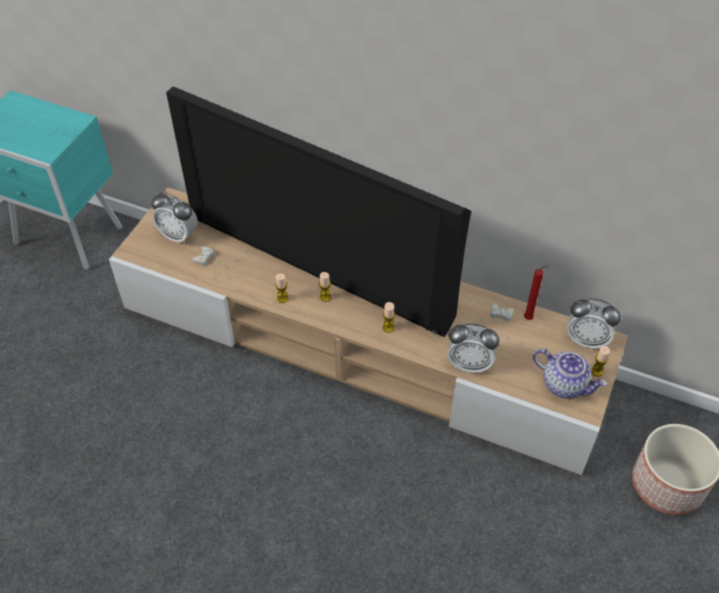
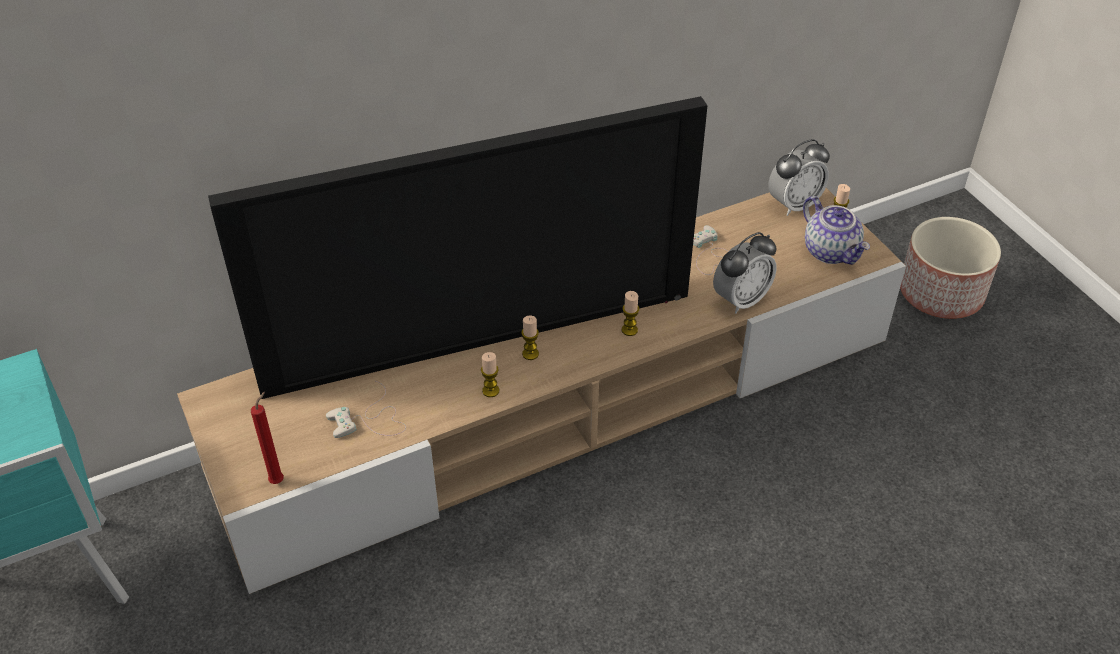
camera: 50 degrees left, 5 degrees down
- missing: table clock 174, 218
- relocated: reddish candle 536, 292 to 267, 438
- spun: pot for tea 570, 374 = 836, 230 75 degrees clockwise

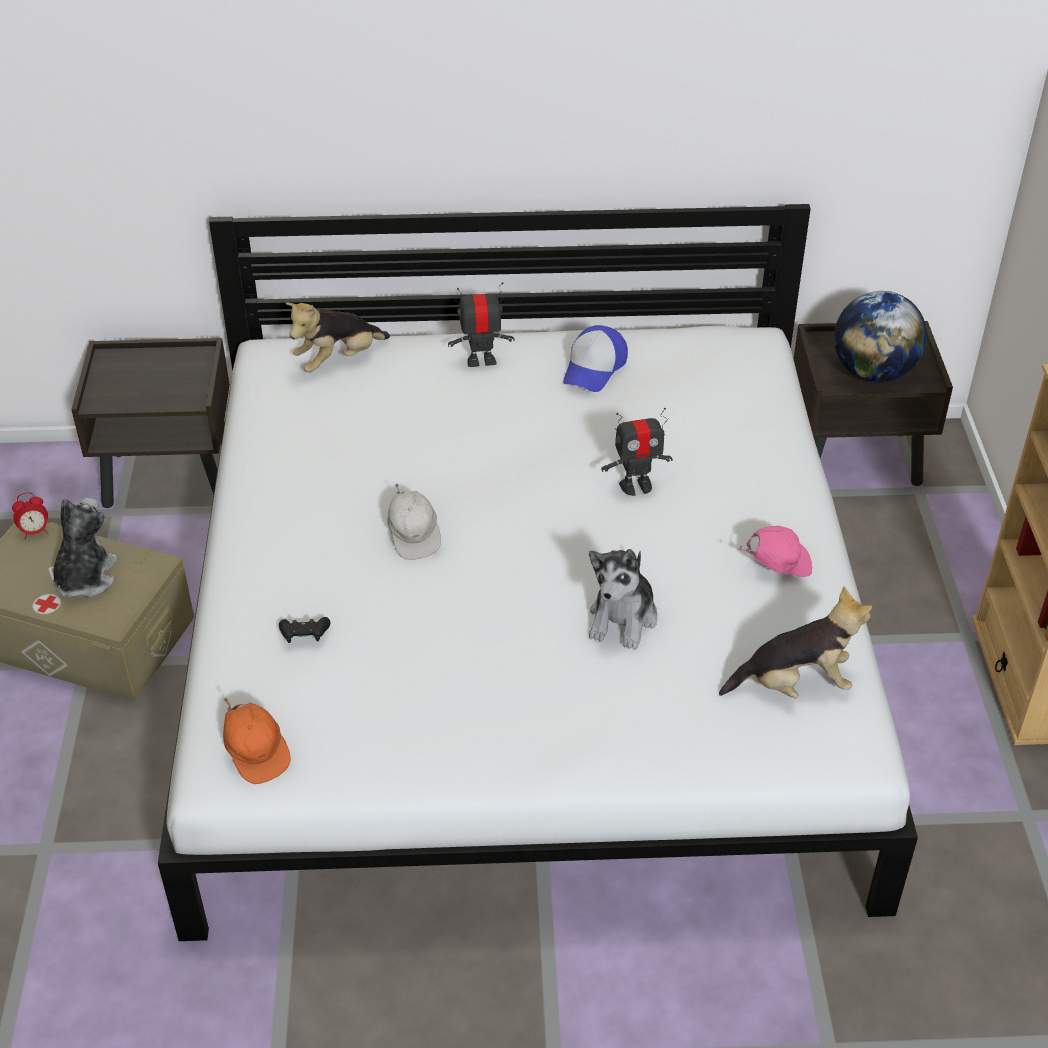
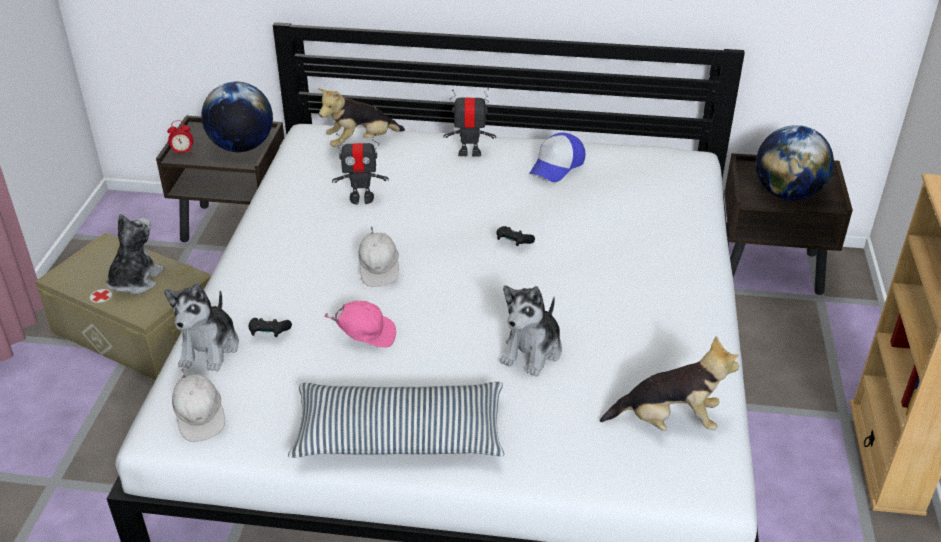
camera: 10 degrees right, 5 degrees down
- relocated: toy robot 637, 452 to 360, 169
- relocated: table clock 30, 515 to 180, 138
- relocated: pinkish cap 775, 551 to 360, 324
- colour: orange-coloured cap 257, 740 to white-coloured cap 198, 405
- appeared: globe 237, 117
- appeared: black-coloured game controller 515, 236
- appeared: cuddly toy 201, 327
- appeared: cushion 396, 420

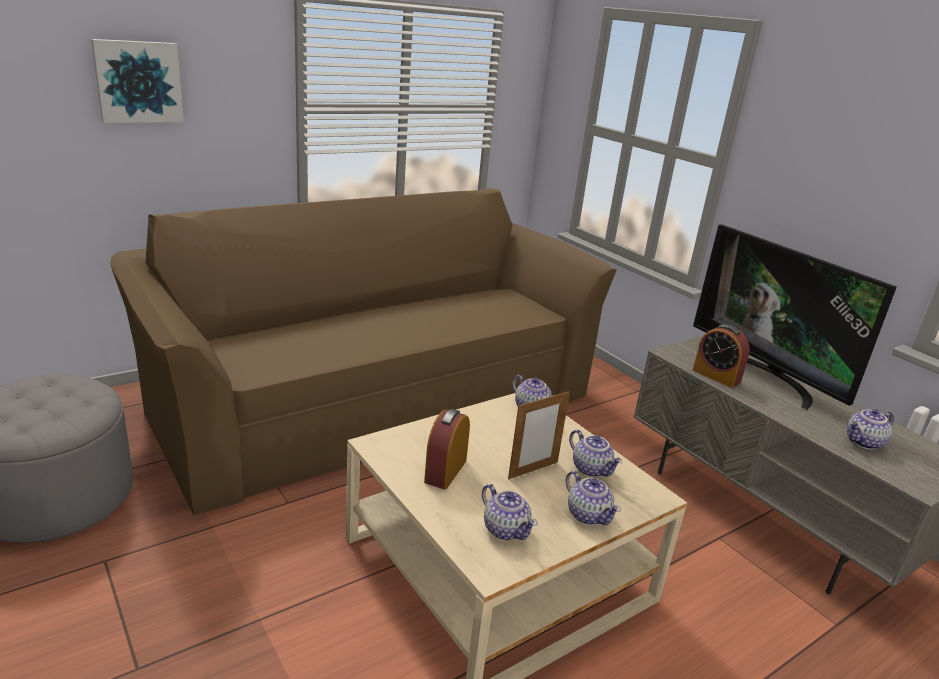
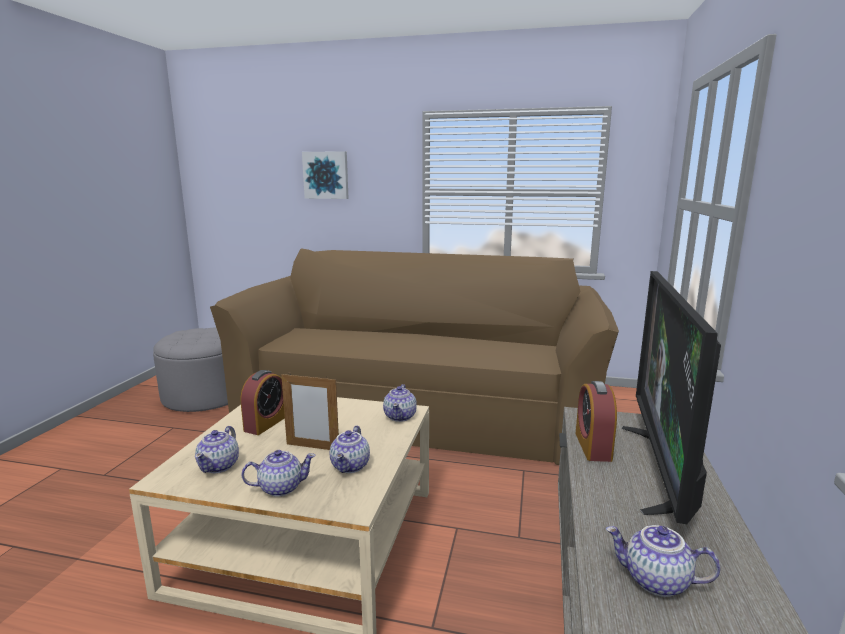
camera: 50 degrees right, 10 degrees down
- spun: table clock 447, 449 = 263, 402 135 degrees clockwise
- spun: pot for tea 593, 498 = 278, 473 120 degrees counterclockwise

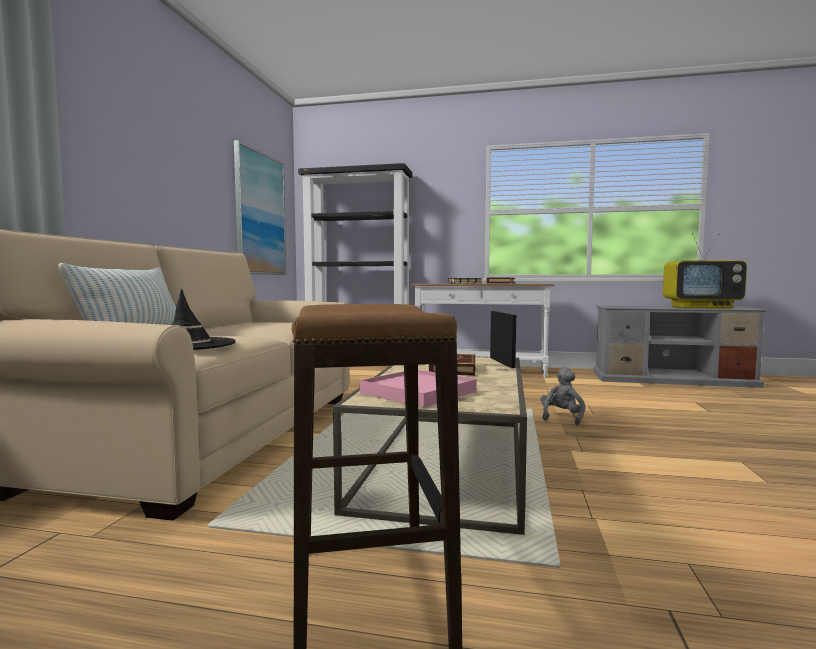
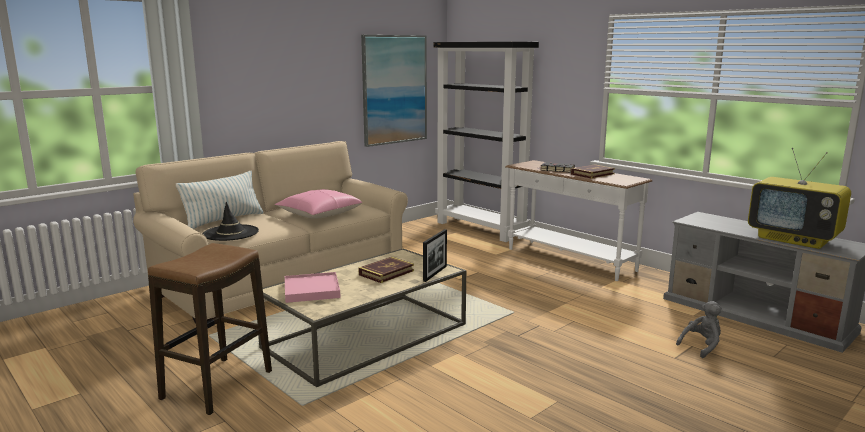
camera: 35 degrees right, 10 degrees up
- relocated: grey cuddly toy 563, 397 to 699, 329
- appeared: pinkish cushion 318, 204

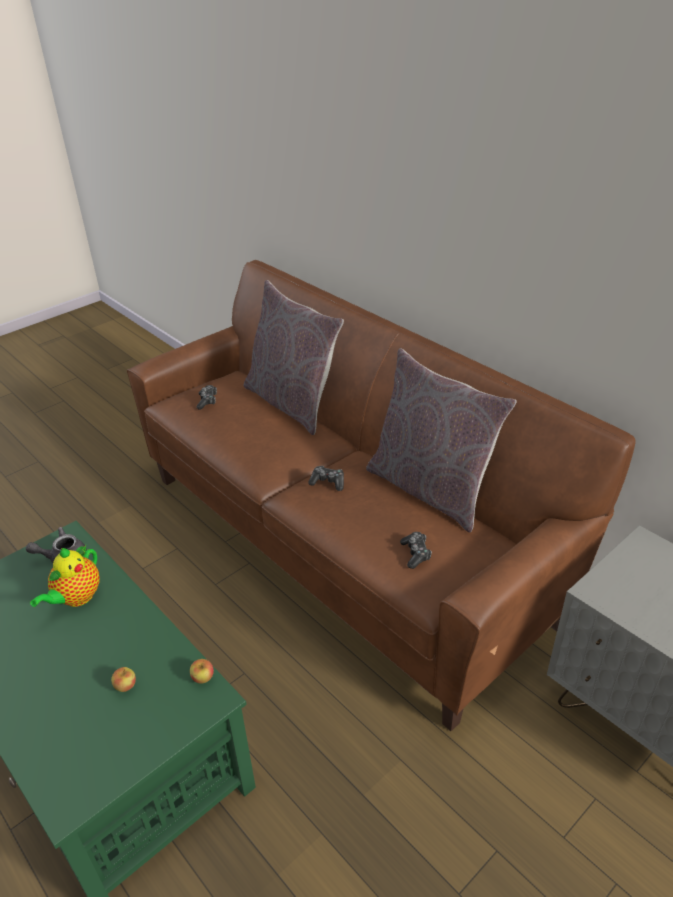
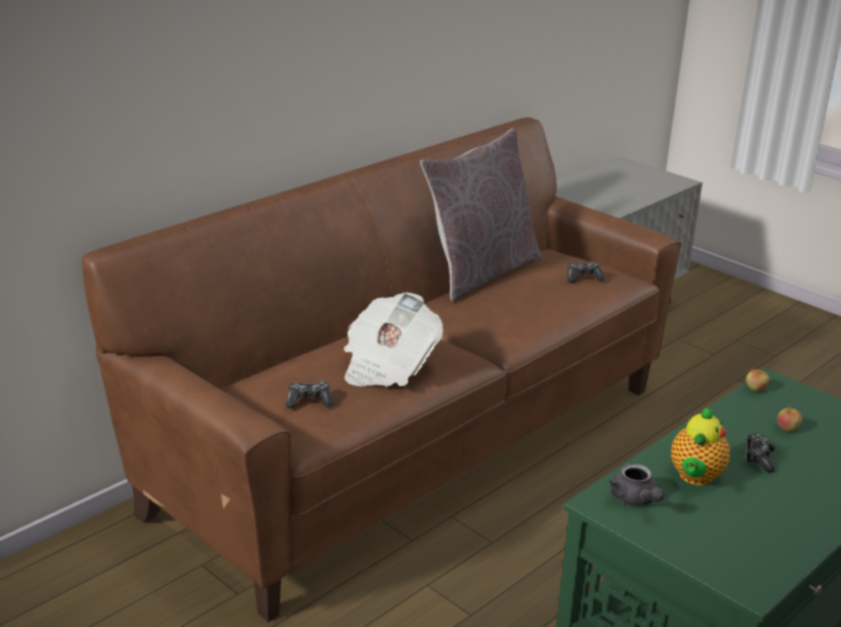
camera: 95 degrees left, 10 degrees down
- missing: grey cushion 294, 357
- relocated: game controller 326, 478 to 760, 453
- spun: pot for tea 65, 576 = 700, 446 90 degrees clockwise
- appeared: newspaper 393, 339

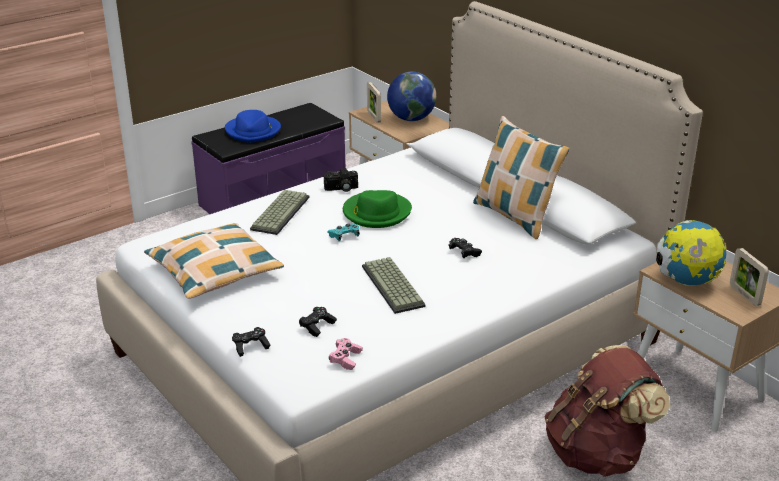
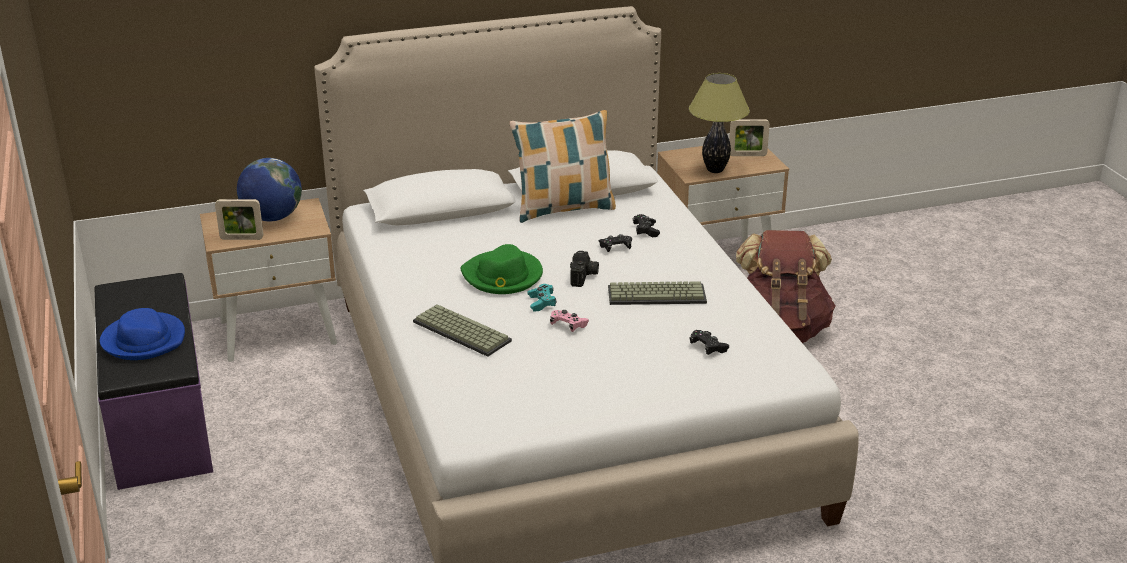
camera: 70 degrees left, 0 degrees up
- relocated: photo camera 341, 180 to 584, 269
- exchanged: globe 691, 253 to table lamp 719, 123
- missing: cushion 214, 261
- relocated: black-coloured game controller 251, 342 to 646, 225
- relocated: pinkish game controller 346, 354 to 569, 321

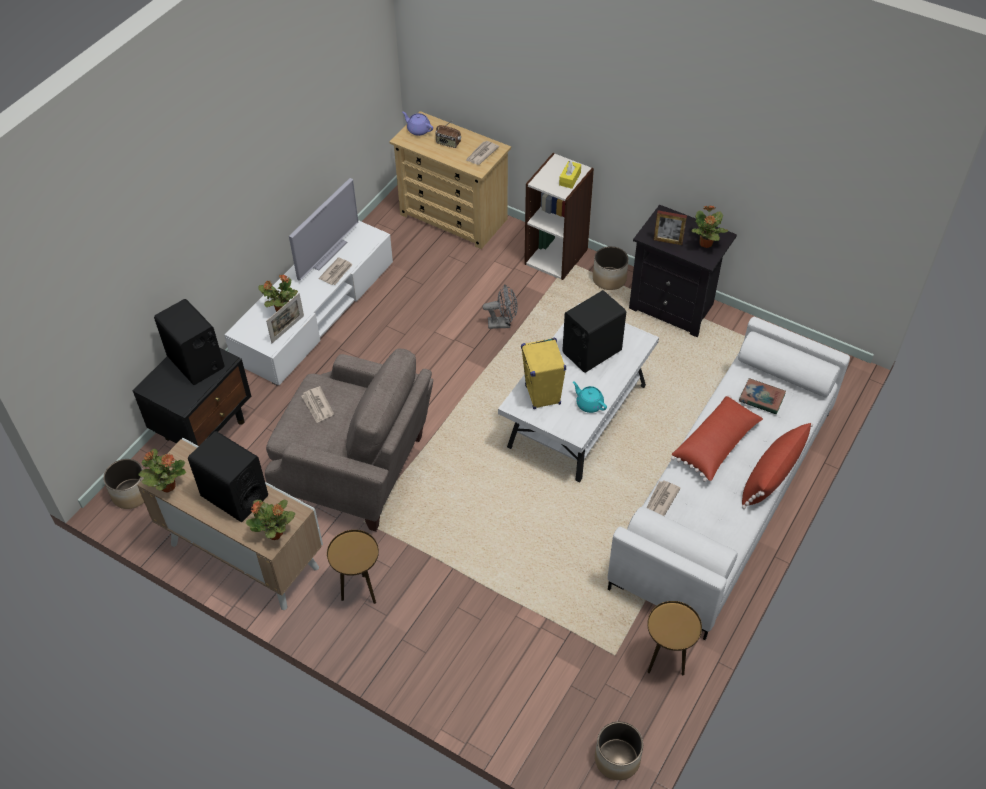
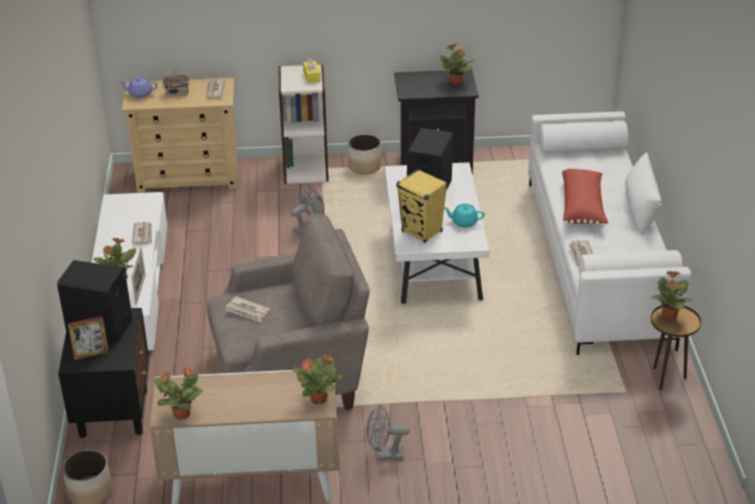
camera: 35 degrees left, 15 degrees down
- missing: TV 324, 229
- relocated: standing frame 670, 227 to 88, 338
- missing: bound book 762, 396
- colour: reddish cushion 777, 466 to white-coloured cushion 643, 193
- missing: black-coloured loudspeaker 228, 476
- exchanged: brown accent table 353, 567 to grey electric fan 387, 432
- missing: flower pot 619, 751
- appeared: houseplant 673, 295

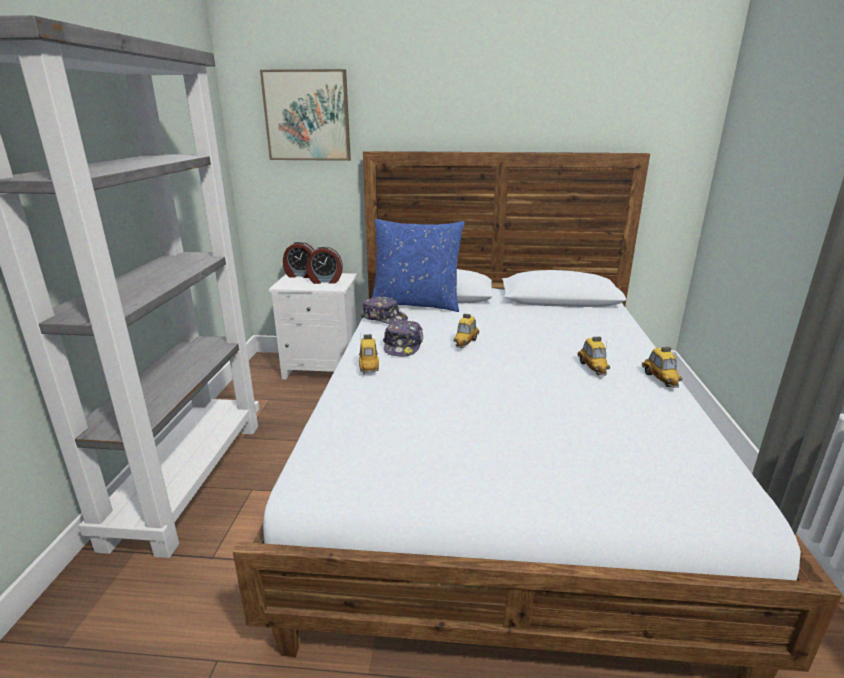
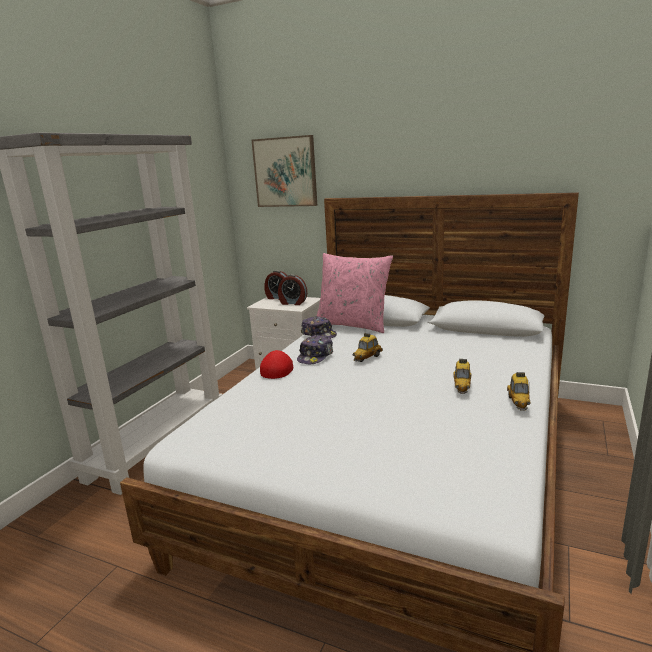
camera: 20 degrees right, 5 degrees down
- colour: bluish cushion 418, 265 to pinkish cushion 355, 293
- exchanged: toy car 369, 354 to reddish cap 276, 364

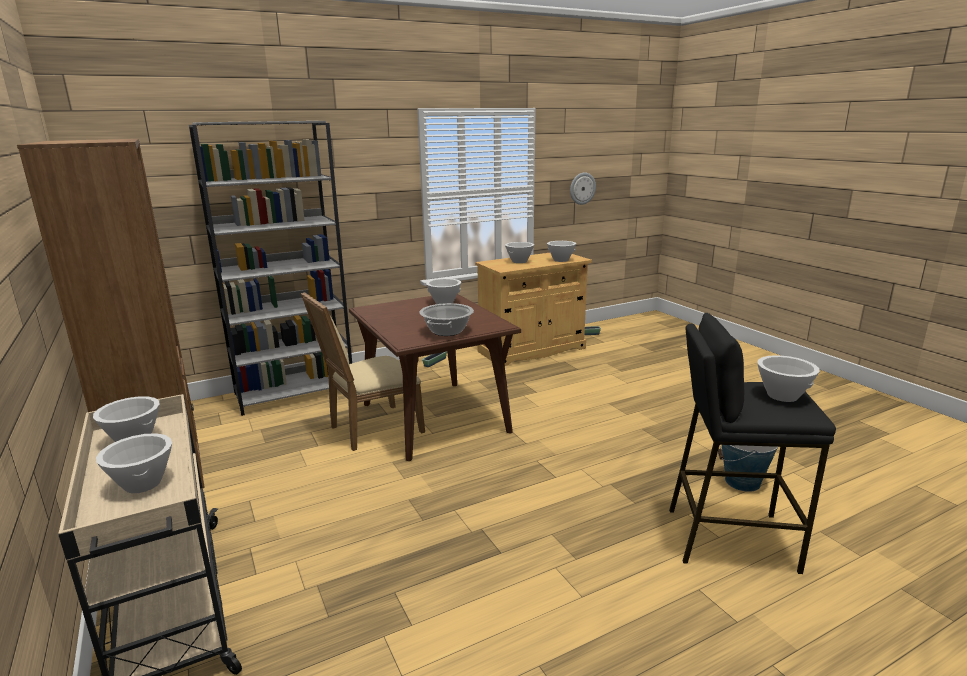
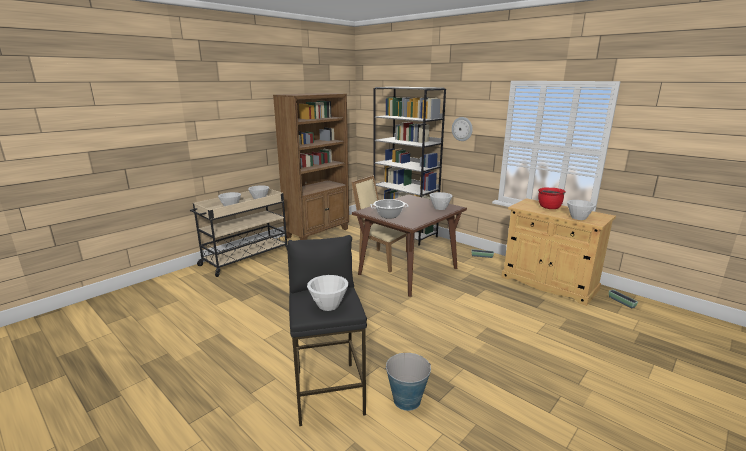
camera: 70 degrees right, 0 degrees up
- relocated: wall clock 583, 188 to 462, 129
- exchanged: white-coloured serving bowl 519, 252 to reddish stockpot 552, 198

